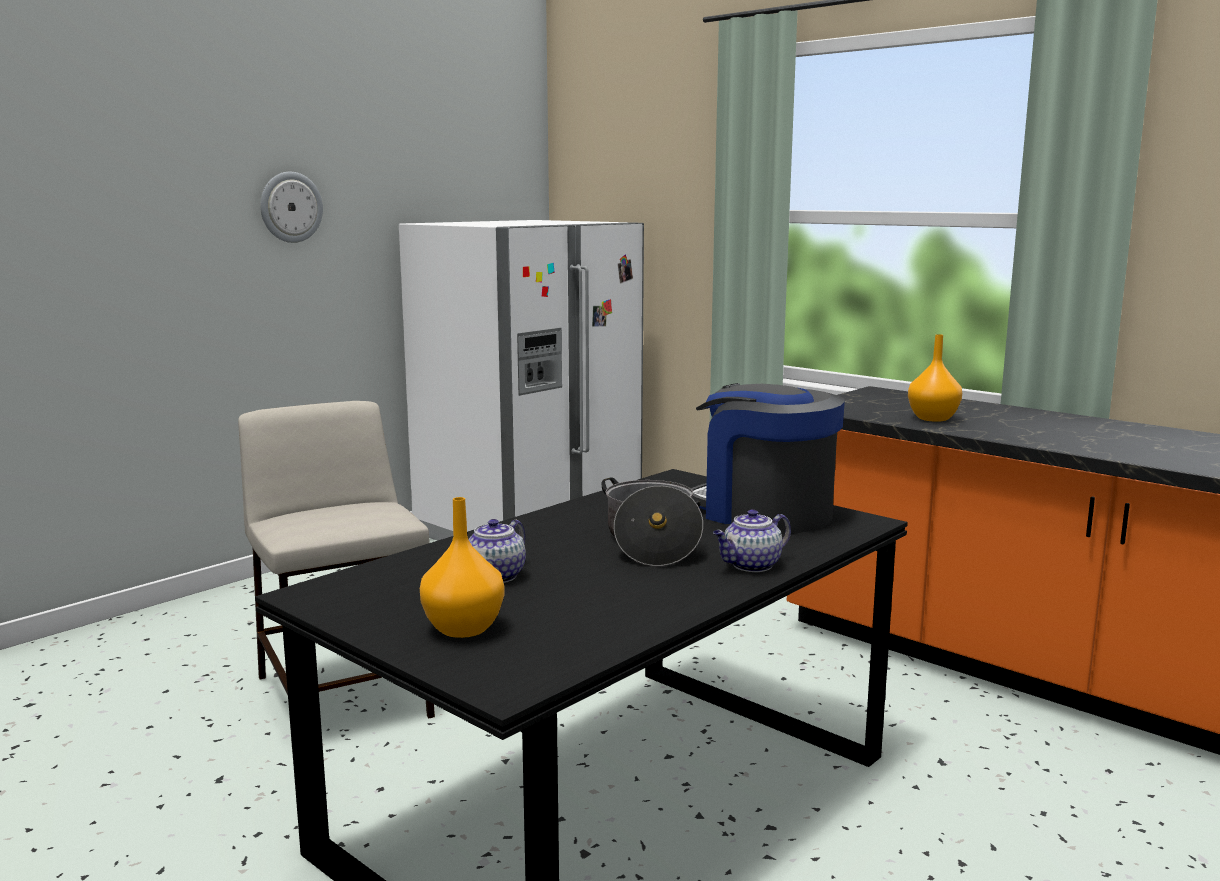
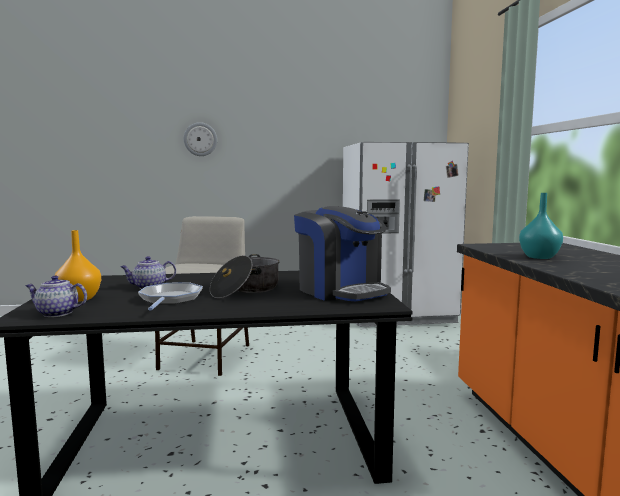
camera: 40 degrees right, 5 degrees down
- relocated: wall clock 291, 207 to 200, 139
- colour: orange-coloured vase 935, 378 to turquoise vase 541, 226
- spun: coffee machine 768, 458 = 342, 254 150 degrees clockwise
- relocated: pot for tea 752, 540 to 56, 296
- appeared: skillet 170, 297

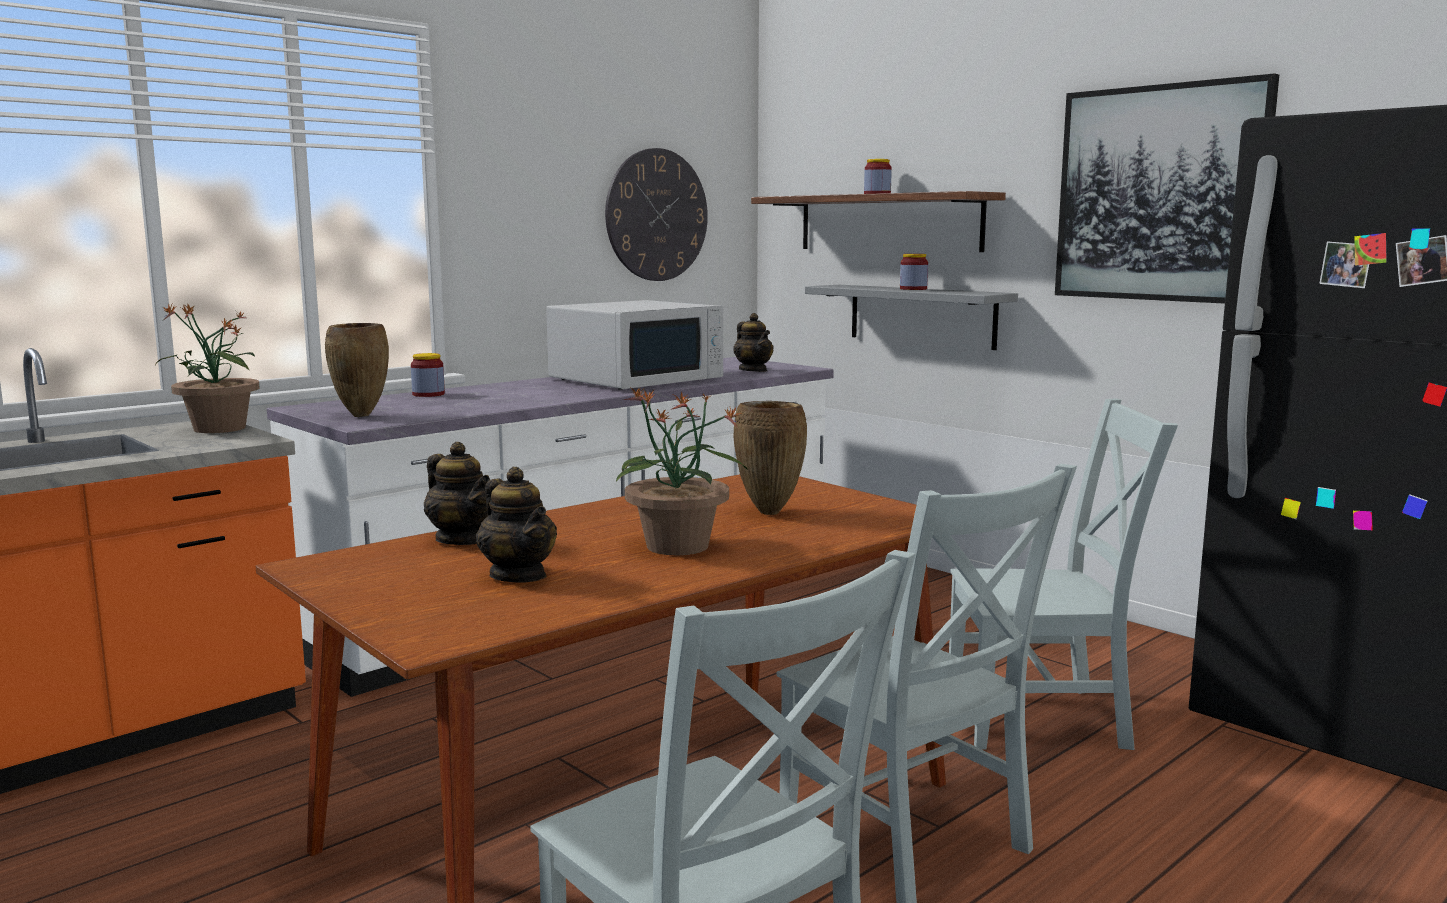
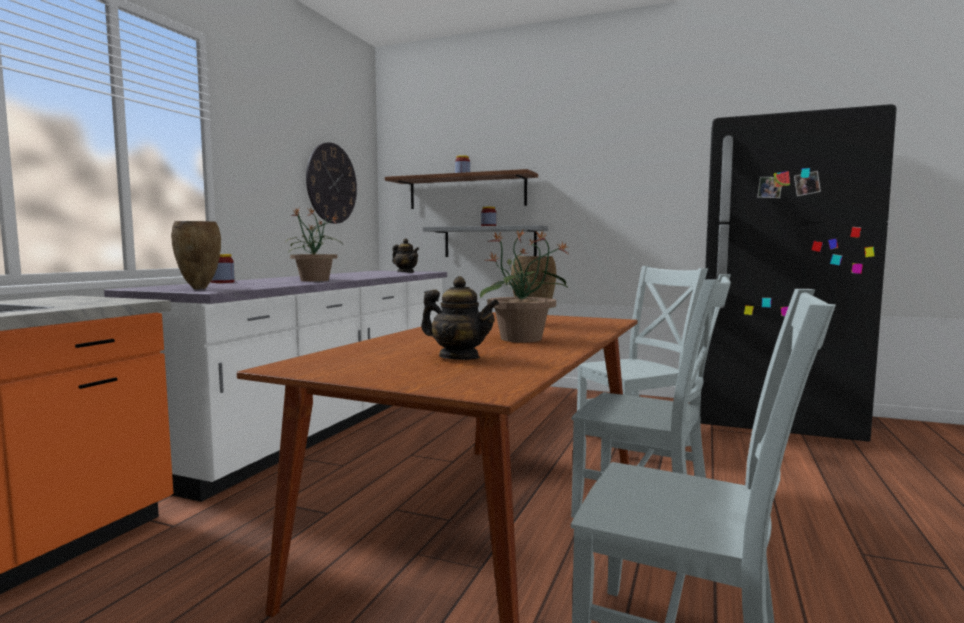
camera: 25 degrees left, 5 degrees down
- missing: wall picture 1167, 188
- missing: white-coloured microwave oven 634, 345
- relocated: houseplant 207, 368 to 314, 245
- missing: pot for tea 457, 493

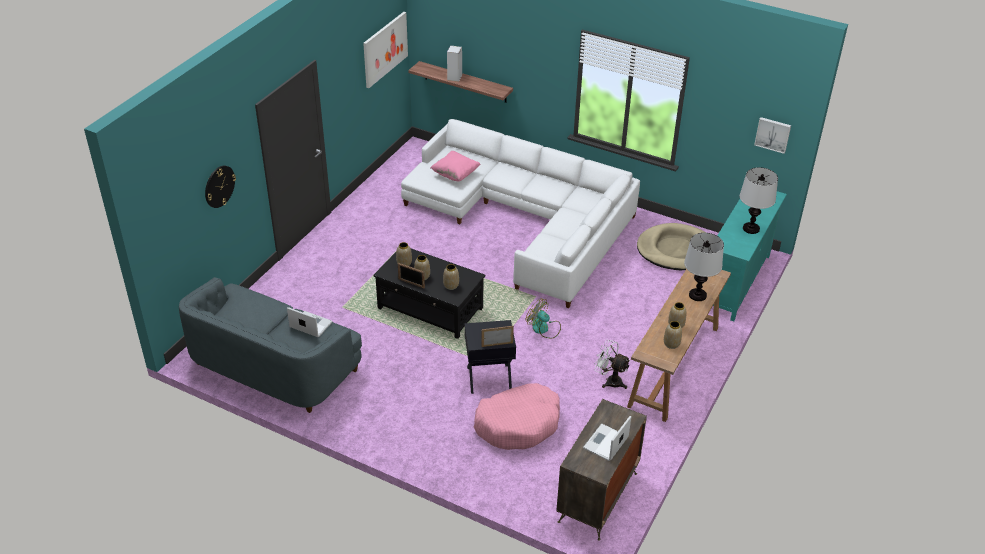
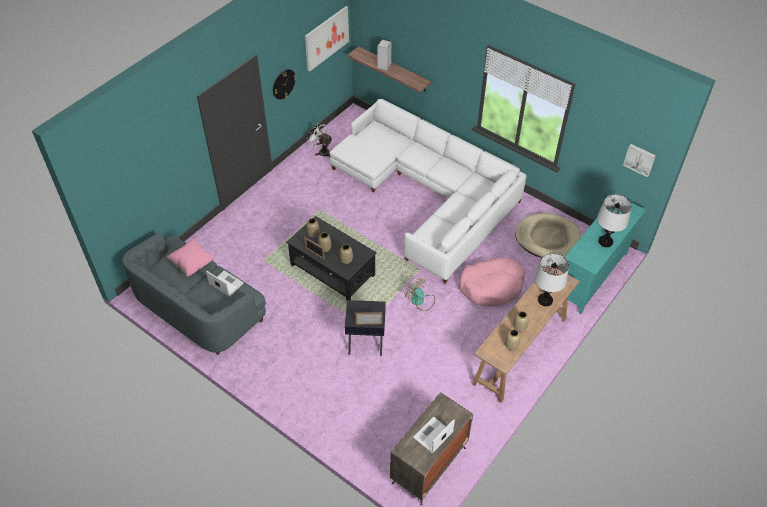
camera: 10 degrees right, 10 degrees up
- relocated: pinkish cushion 455, 166 to 191, 257
- relocated: wall clock 220, 187 to 284, 84
- relocated: white-coloured electric fan 612, 364 to 320, 140
- relocated: pinkish dog cushion 517, 416 to 491, 282

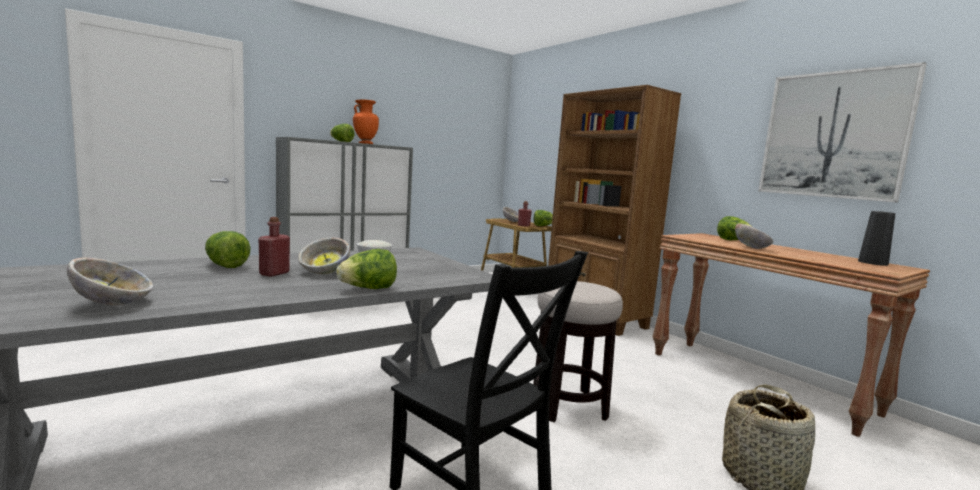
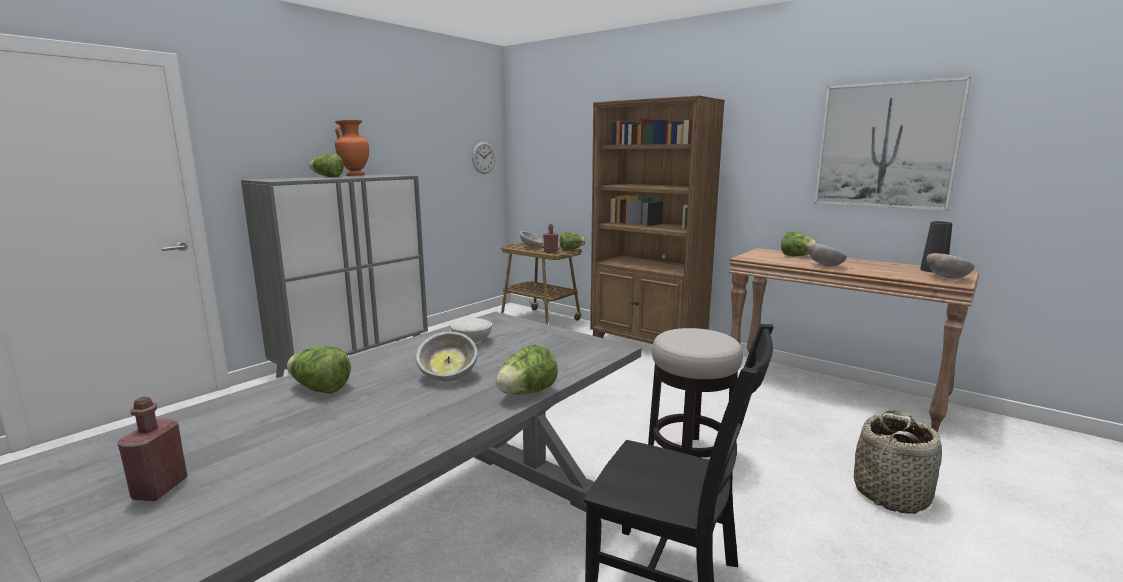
camera: 15 degrees left, 5 degrees up
- relocated: reddish beverage bottle 274, 247 to 153, 449
- relocated: serving bowl 110, 281 to 950, 265
- appeared: wall clock 483, 158

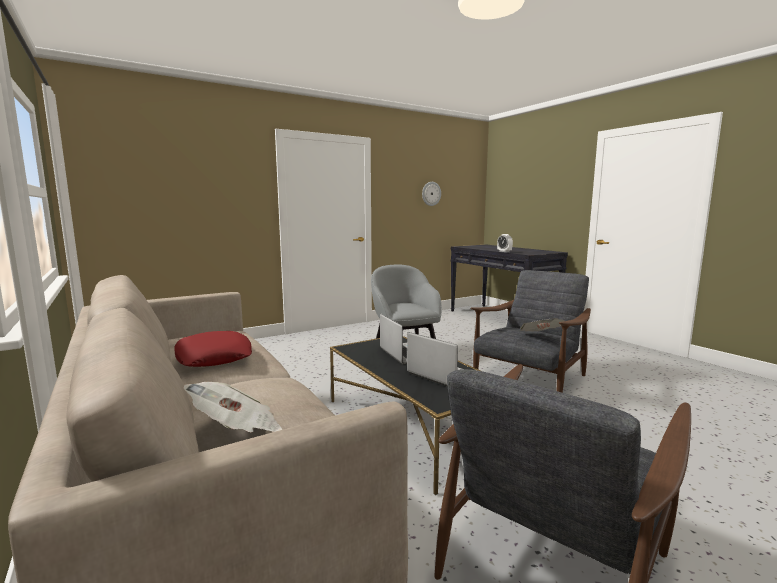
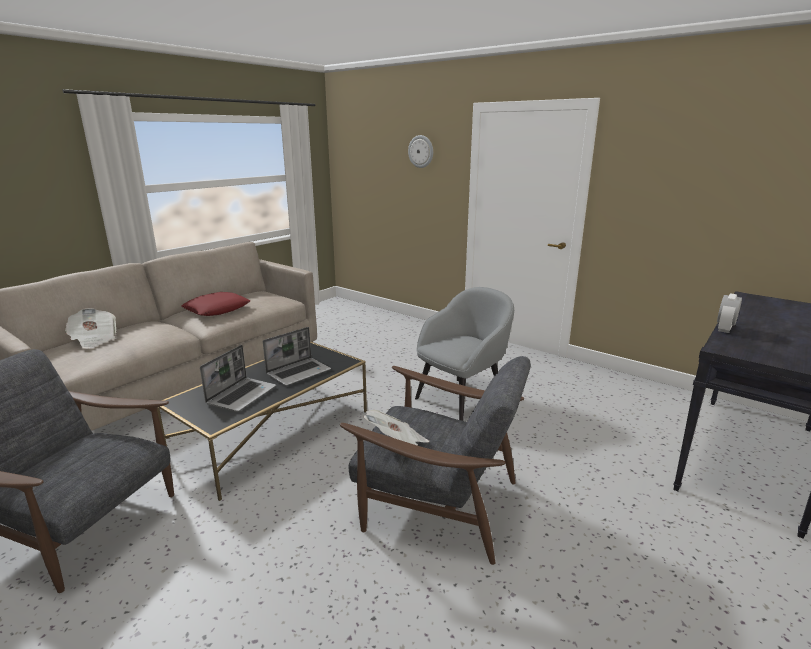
camera: 70 degrees right, 10 degrees up
- relocated: wall clock 431, 194 to 420, 151

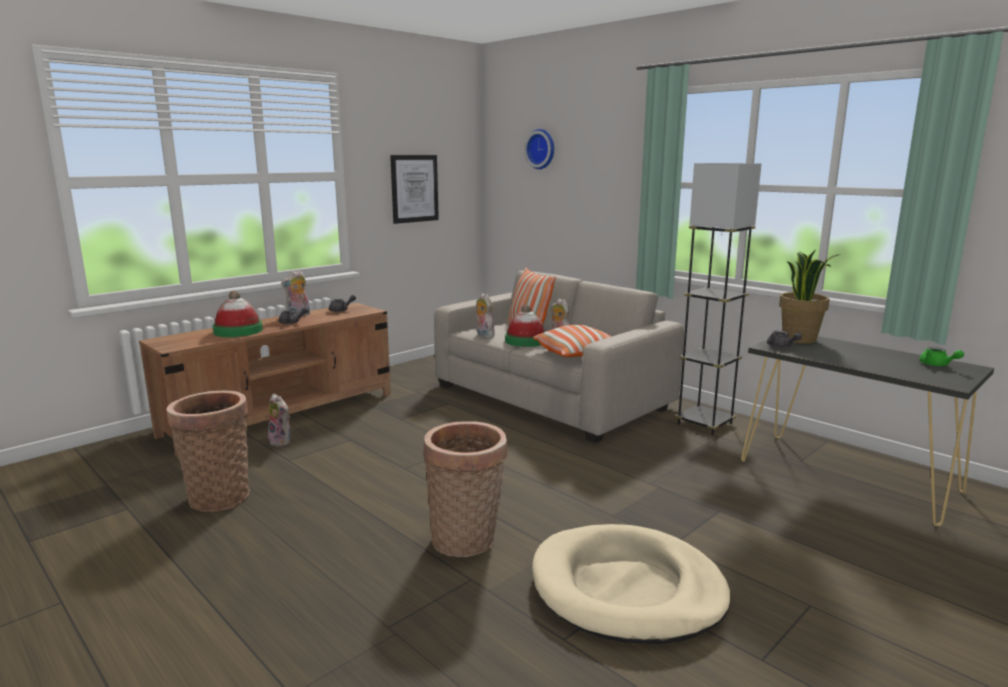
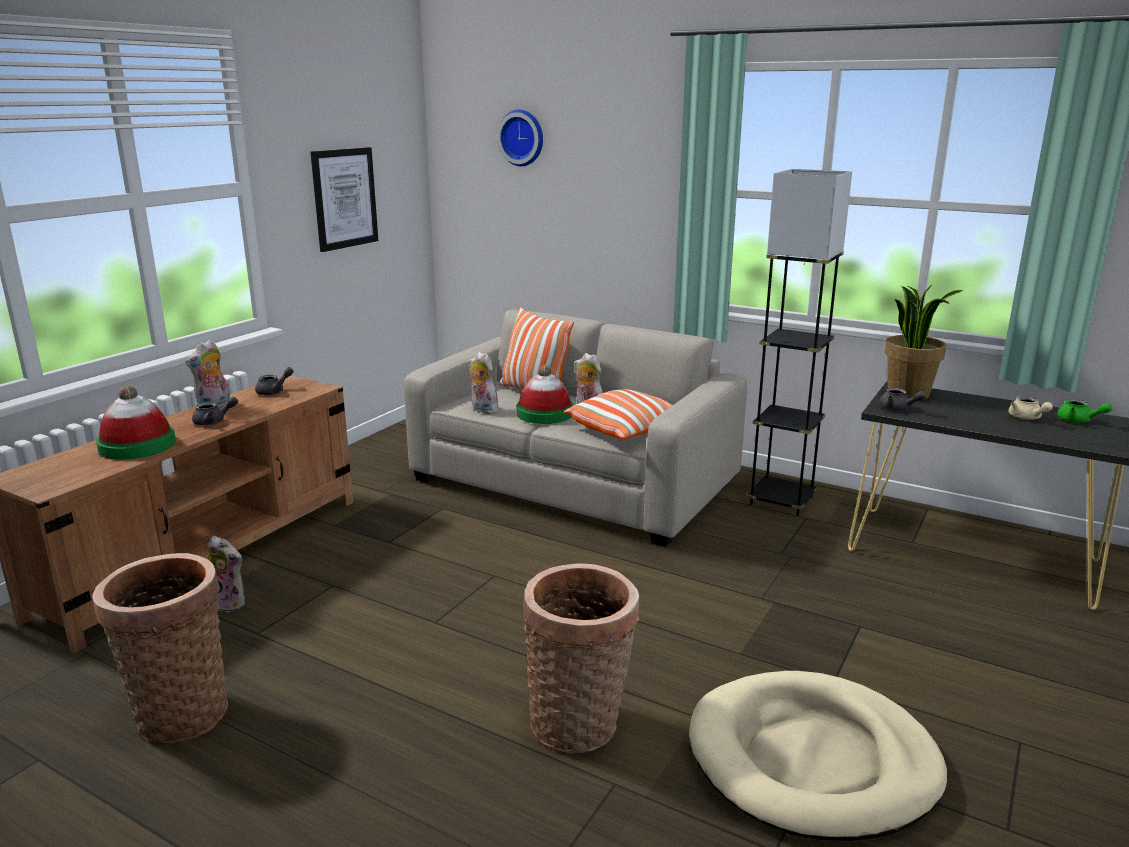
camera: 15 degrees left, 5 degrees up
- appeared: beige pot for tea 1030, 408

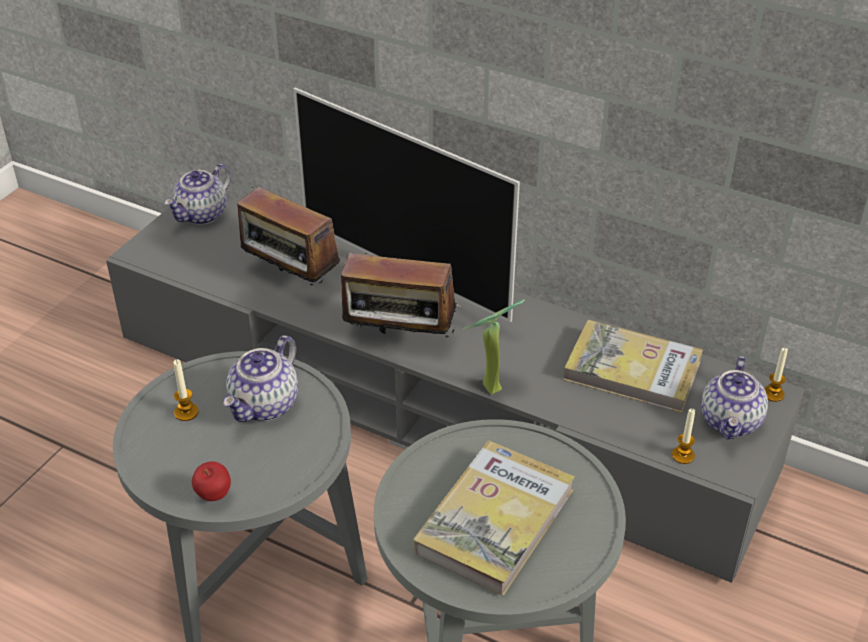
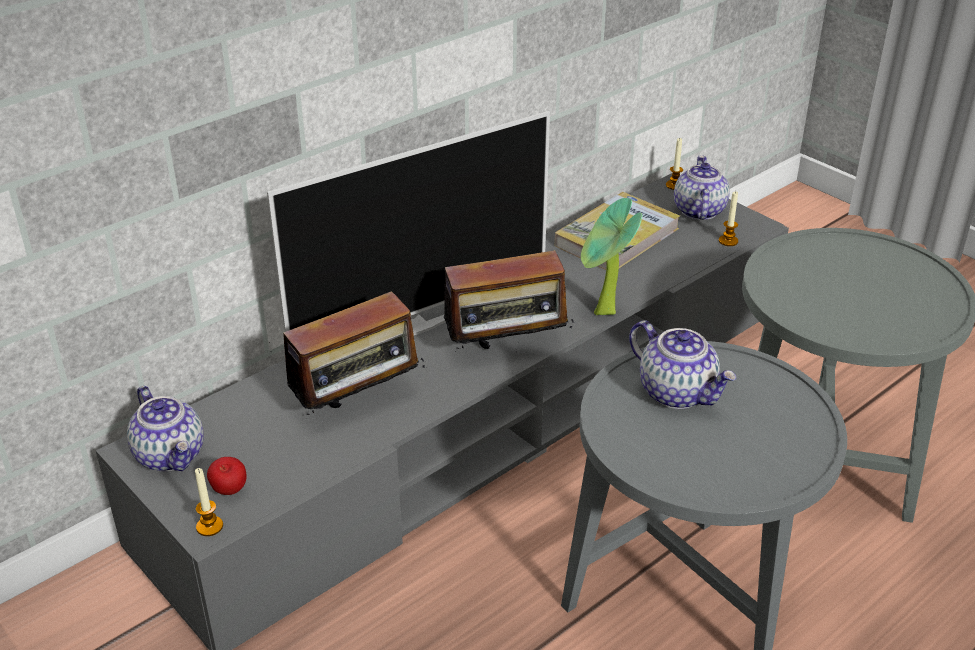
camera: 70 degrees left, 5 degrees down
- spun: radio 399, 292 = 503, 301 45 degrees clockwise
- spun: pot for tea 734, 397 = 702, 187 120 degrees counterclockwise
- relocated: candle 186, 390 to 209, 502
- missing: bound book 494, 518
- relocated: apple 211, 481 to 227, 476

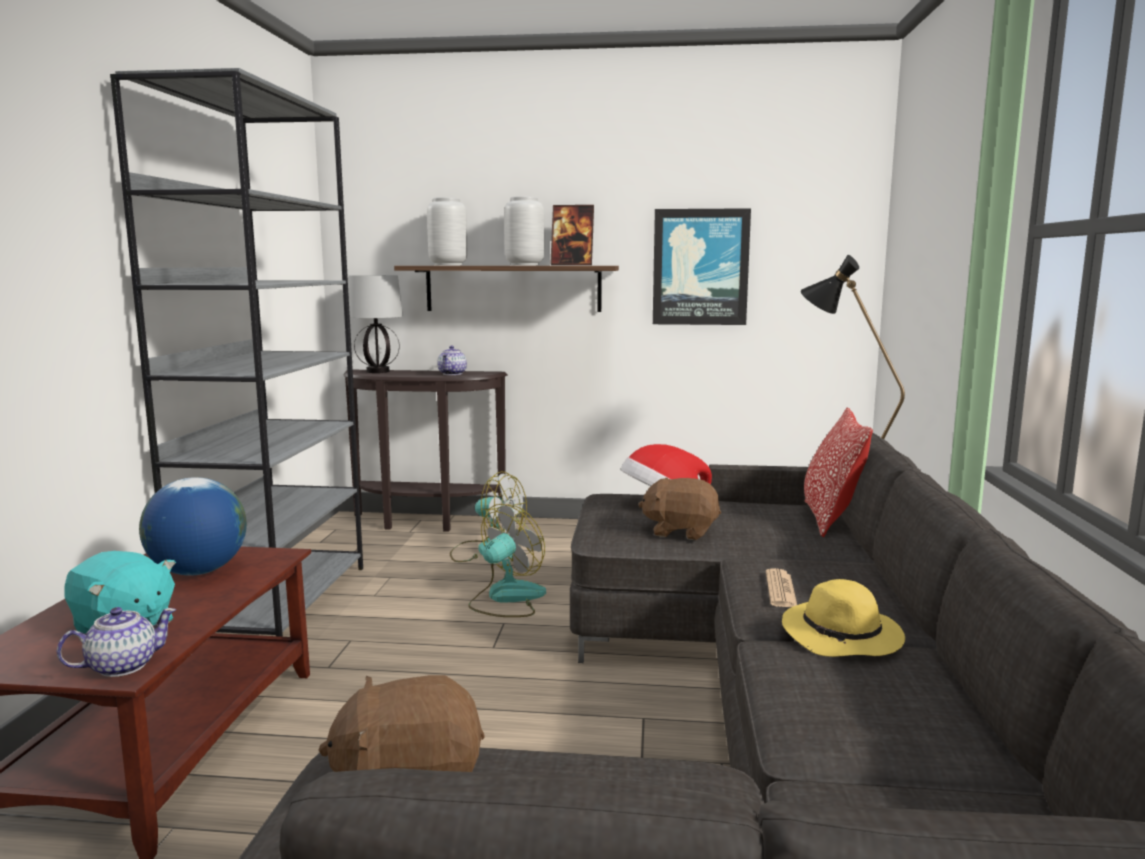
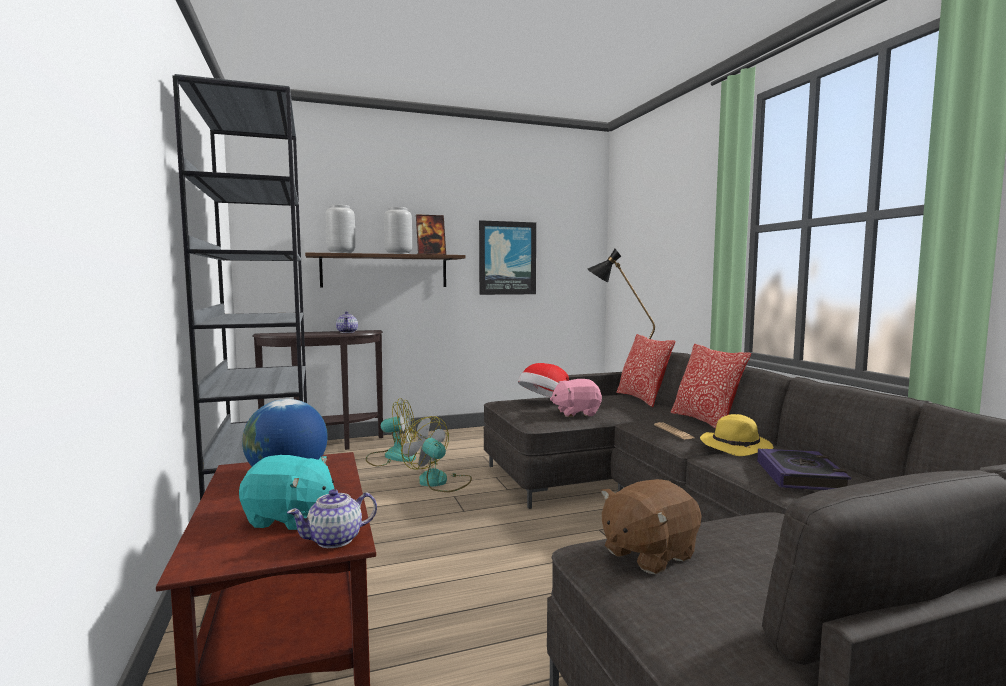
camera: 25 degrees left, 5 degrees down
- missing: table lamp 375, 324
- colour: brown cuddly toy 679, 509 to pinkish cuddly toy 576, 398
- spun: electric fan 507, 560 = 436, 454 60 degrees counterclockwise
- spun: pot for tea 116, 642 = 332, 518 150 degrees counterclockwise
- appeared: cushion 710, 386
- appeared: bound book 804, 469

